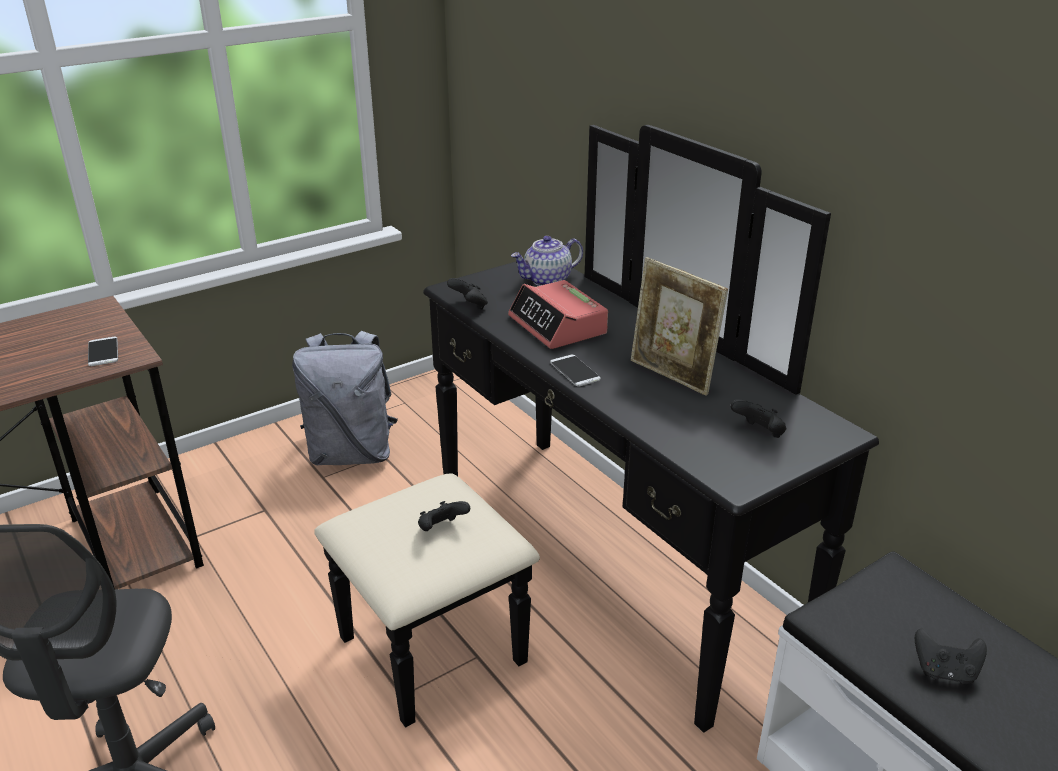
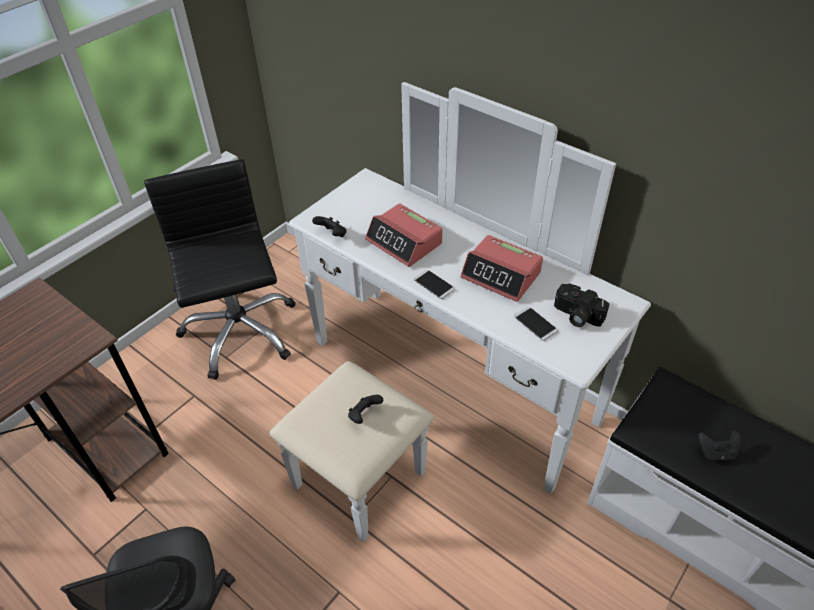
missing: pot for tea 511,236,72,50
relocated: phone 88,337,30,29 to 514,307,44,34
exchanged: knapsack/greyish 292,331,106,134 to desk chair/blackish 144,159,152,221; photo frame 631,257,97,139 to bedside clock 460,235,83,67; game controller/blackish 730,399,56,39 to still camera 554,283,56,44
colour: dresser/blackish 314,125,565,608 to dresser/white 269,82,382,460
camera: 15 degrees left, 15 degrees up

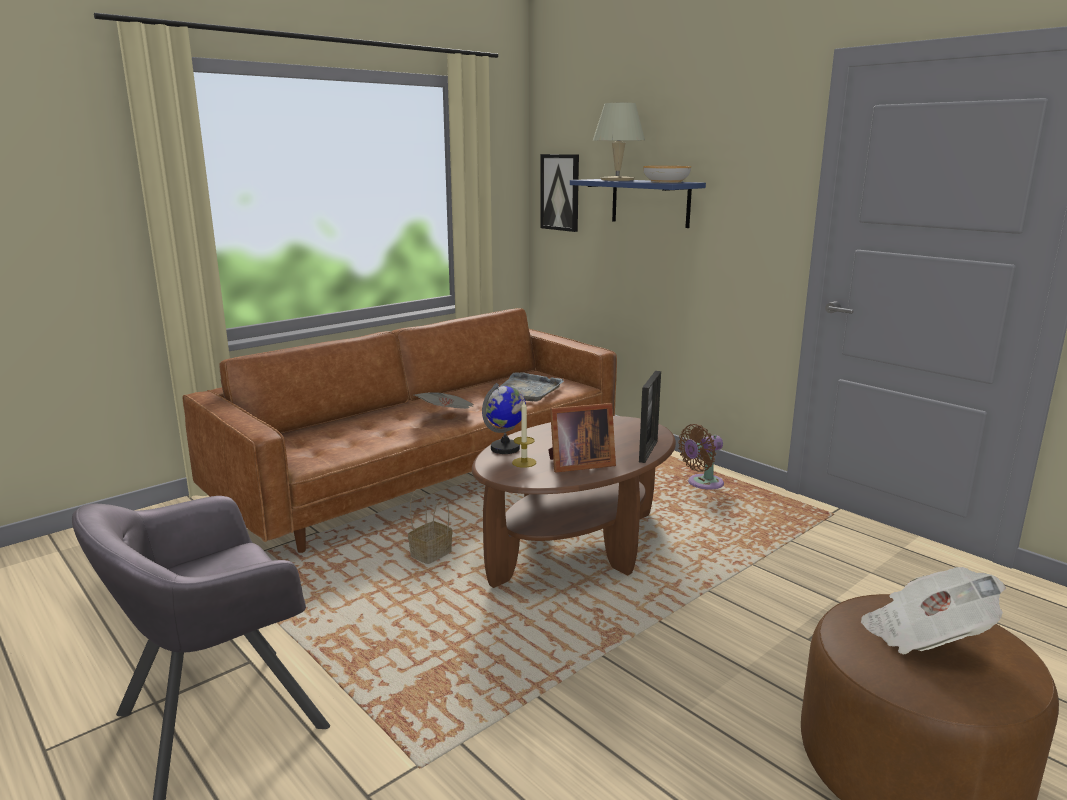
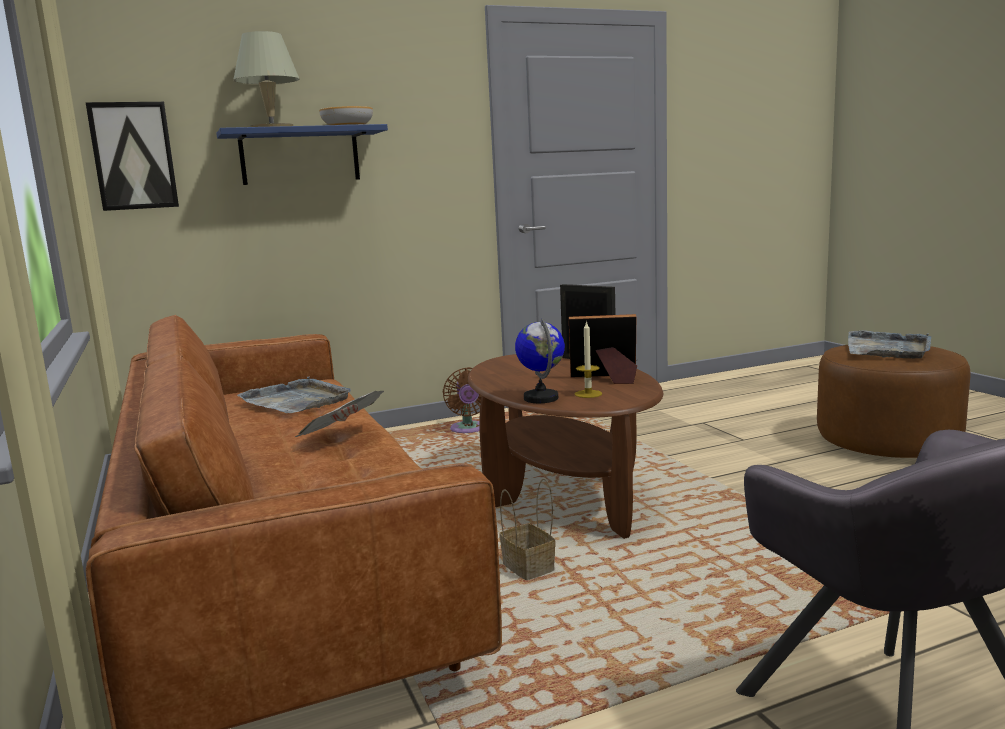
exchanged: daily paper 861,567,145,88 to tray/greyish 848,330,83,28
spun: photo frame 548,403,68,69 = 569,314,68,70 90 degrees counterclockwise
camera: 70 degrees left, 5 degrees down

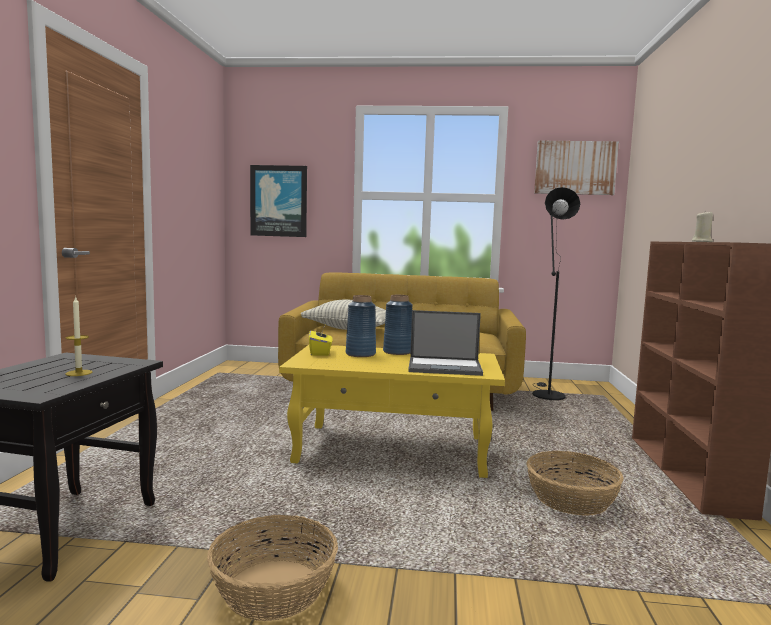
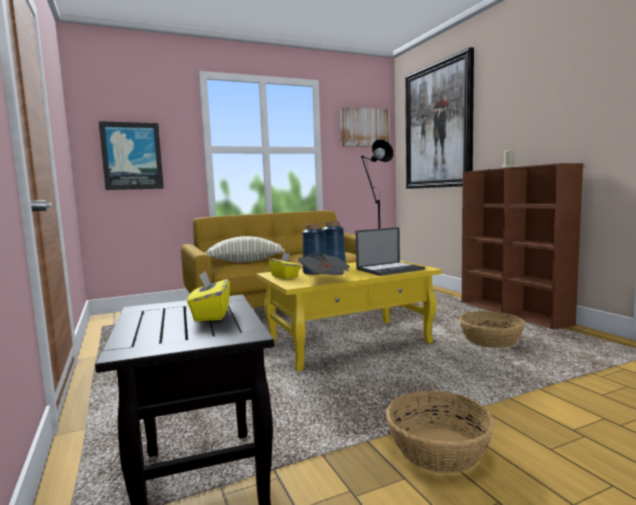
appeared: daily paper 297,254,53,21; wall art 405,47,69,142
exchanged: wax candle 65,296,28,80 to box of tissues/yellow 187,271,43,50
camera: 30 degrees left, 0 degrees up

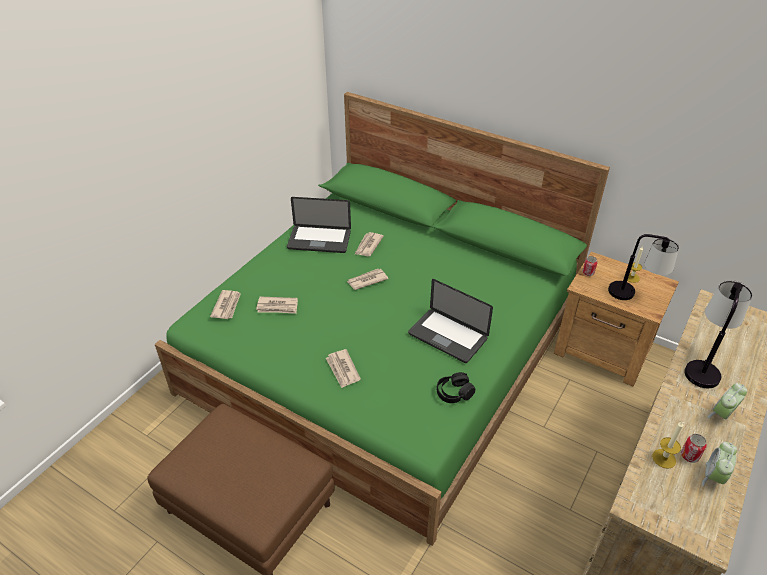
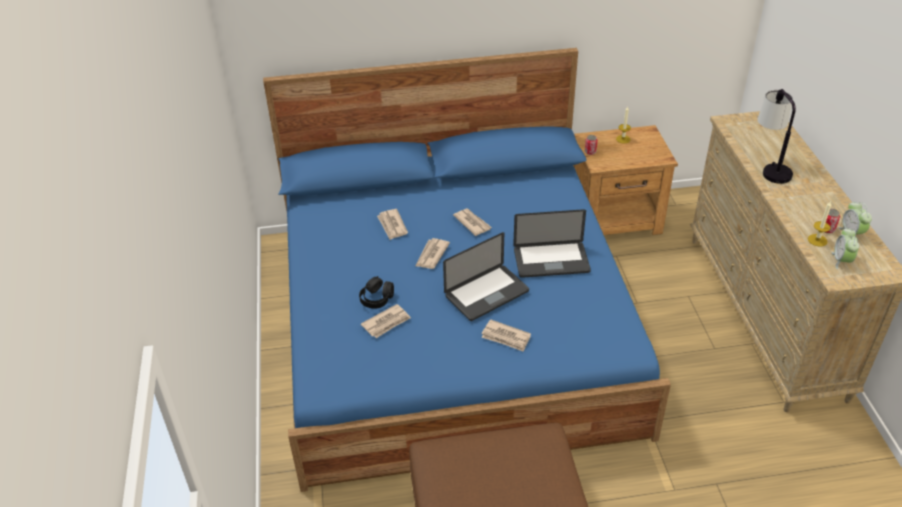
missing: lamp for a table 608,234,71,66
relocated: daily paper 210,290,31,29 to 453,208,39,28; laptop 287,197,64,56 to 443,232,86,89; headset/blackish 437,372,38,31 to 359,276,35,33; bedside clock 707,383,40,36 to 832,228,27,41
colour: bed/green 155,92,455,454 to bed/blue 263,48,408,444
camera: 40 degrees left, 0 degrees up

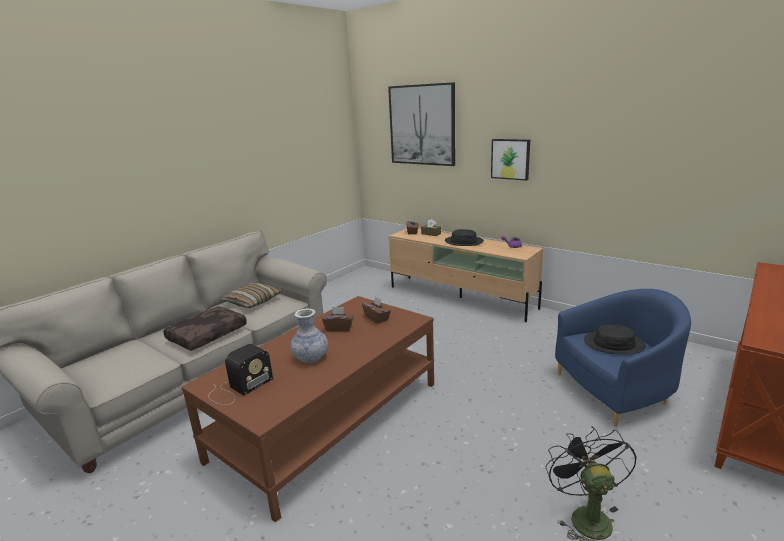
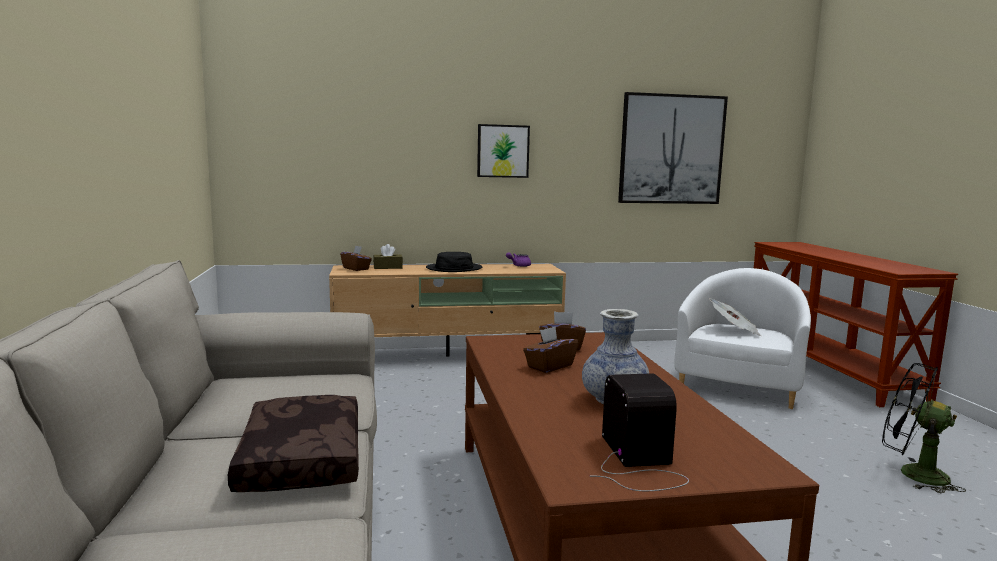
missing: cushion 221,283,61,25
relocated: wall art 388,82,67,84 to 618,92,110,112
exchanged: hat/blackish 584,324,62,30 to daily paper 709,298,52,38
colour: armchair/blue 555,289,136,138 to armchair/white 674,268,137,141
camera: 50 degrees left, 10 degrees down

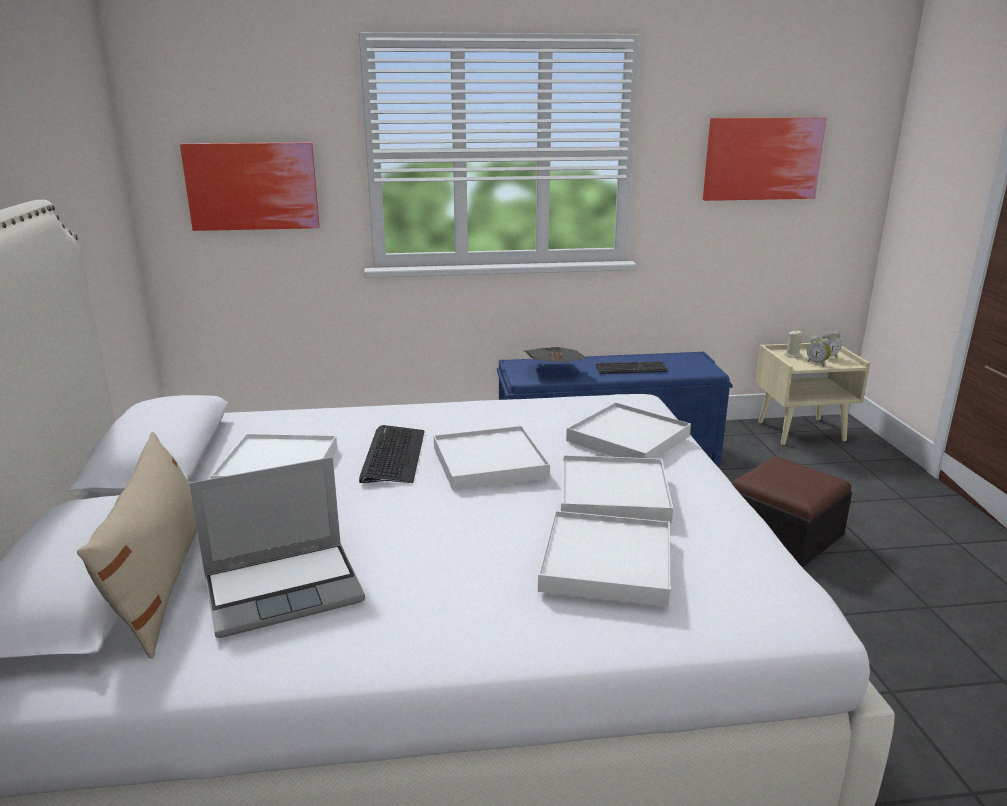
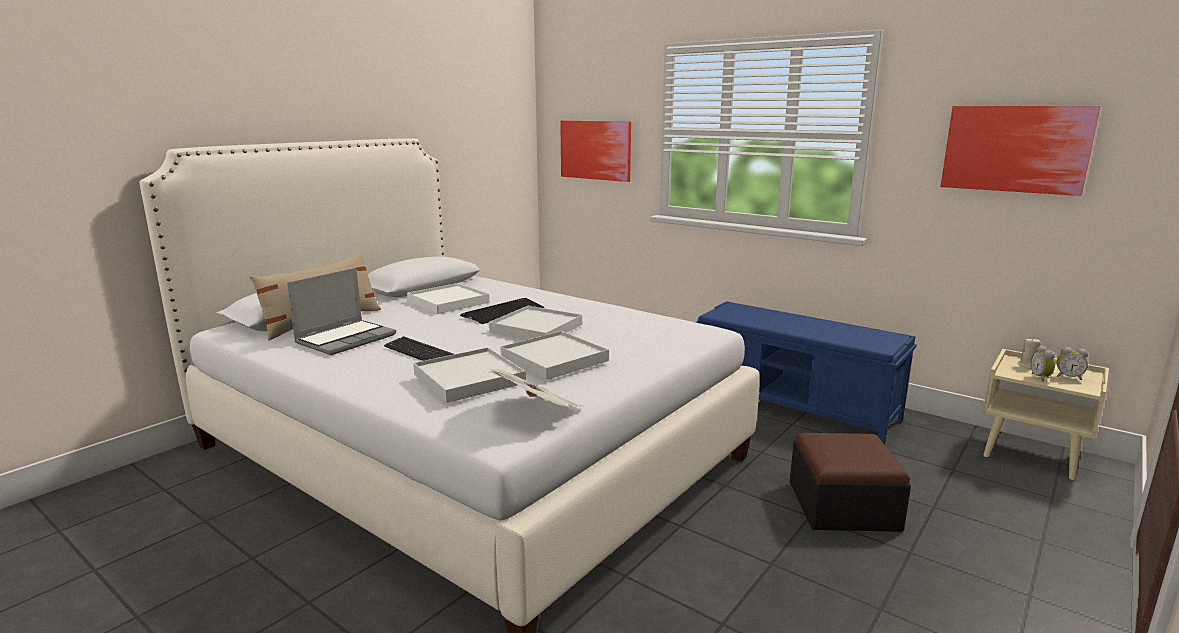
missing: tray/white 566,402,125,57
relocated: daily paper 524,347,62,15 to 489,369,94,39; computer keyboard 595,361,73,13 to 384,336,70,25
spun: laptop 189,457,176,181 = 287,268,109,87 75 degrees counterclockwise
camera: 45 degrees right, 5 degrees down

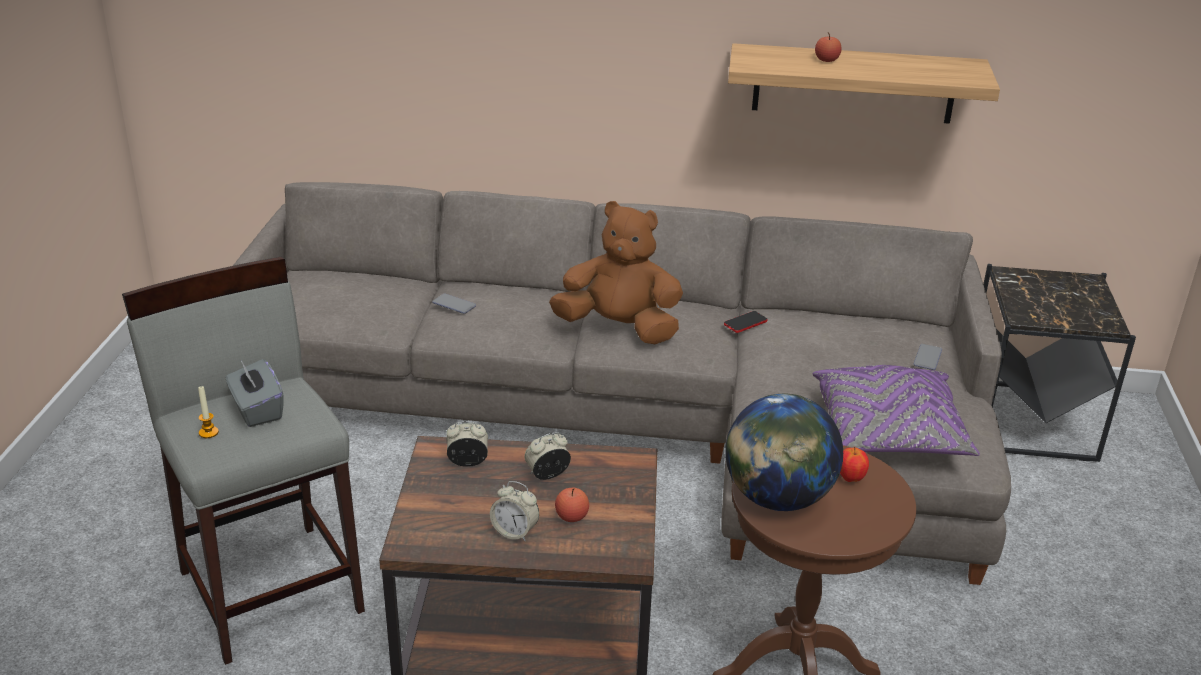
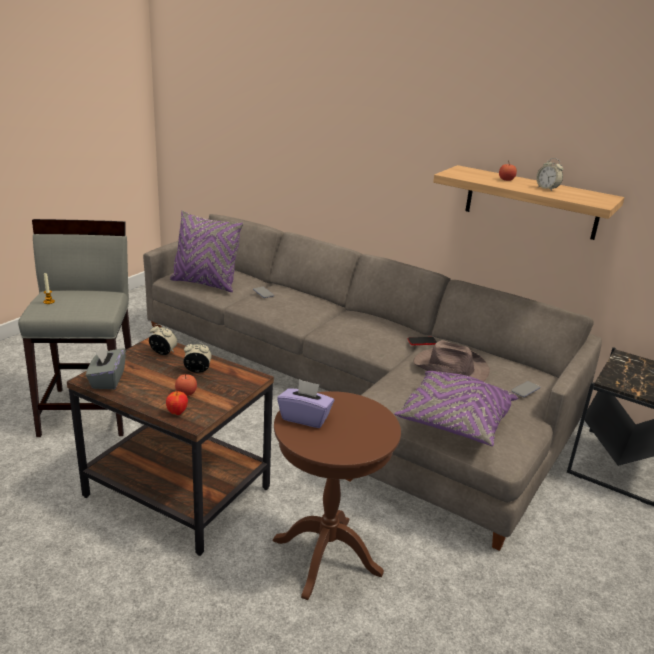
missing: soft toy/brown 549,201,134,143
appeared: cushion/purple 170,210,74,82; hat/brown 413,340,77,42
relocated: box of tissues/greyish 226,359,58,68 to 86,344,40,45; bedside clock 490,481,49,60 to 536,158,27,33; apple fruit 840,447,29,35 to 166,390,22,25
exchanged: globe 726,394,117,117 to box of tissues/purple 277,379,57,49
camera: 25 degrees right, 5 degrees down

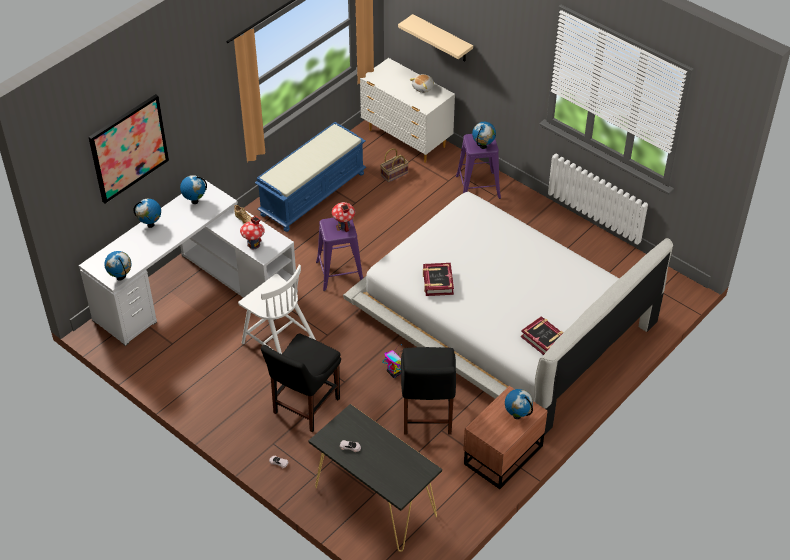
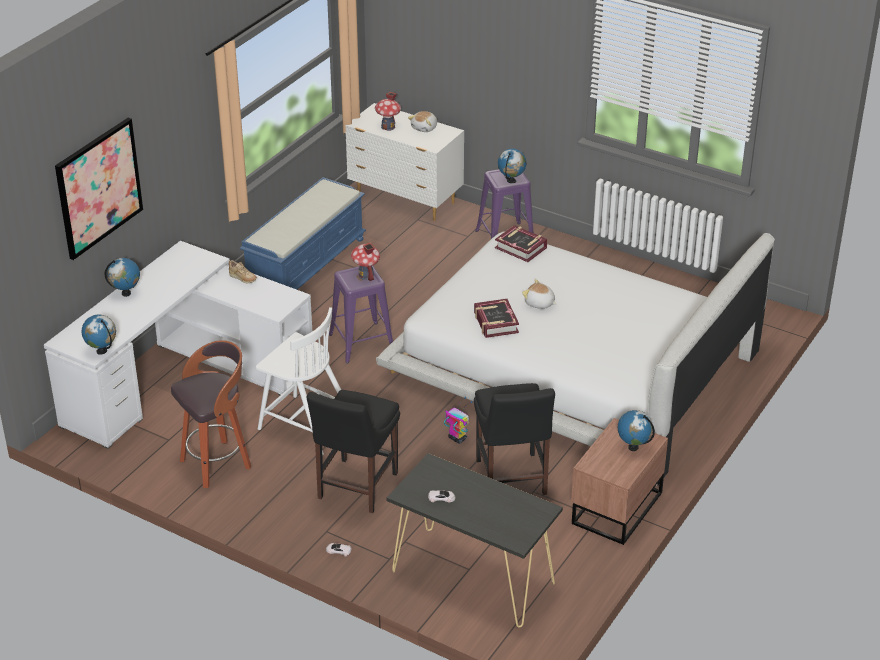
missing: globe 180,175,27,29; storage basket 380,148,29,34; shelf/beige-coloured 398,14,75,47
appeared: stool 171,340,80,148; soft toy 522,279,34,30
relocated: miniature house 240,216,25,33 to 375,92,26,39; bound book 521,316,42,39 to 495,225,52,37
camera: 10 degrees left, 10 degrees down

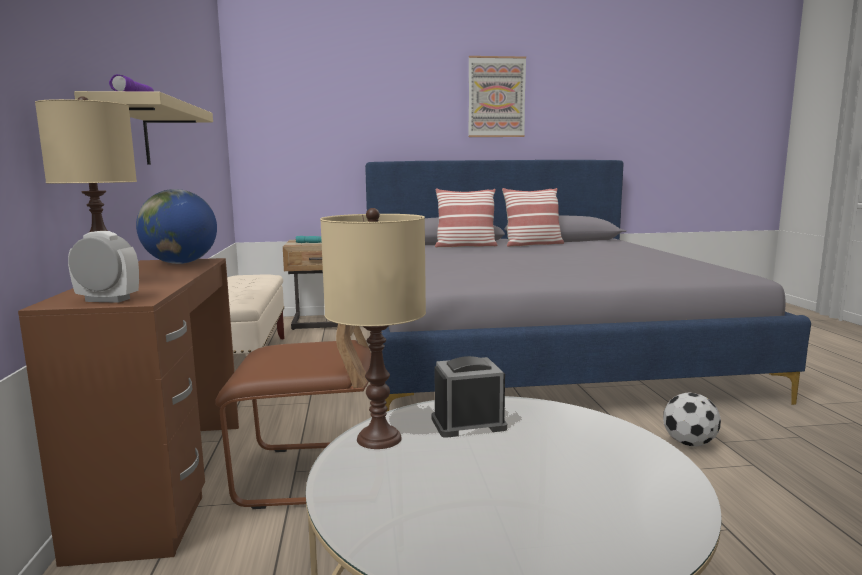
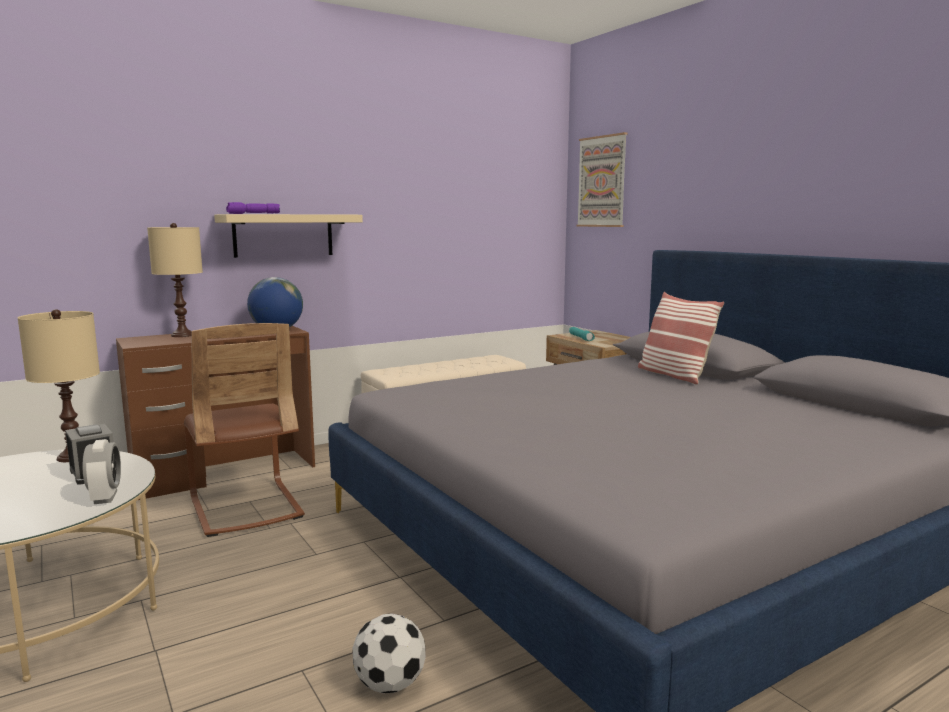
missing: cushion 502,188,62,59
relocated: bedside clock 68,231,71,72 to 83,439,38,65; wall art 468,56,58,81 to 577,132,51,95
camera: 65 degrees right, 0 degrees up

